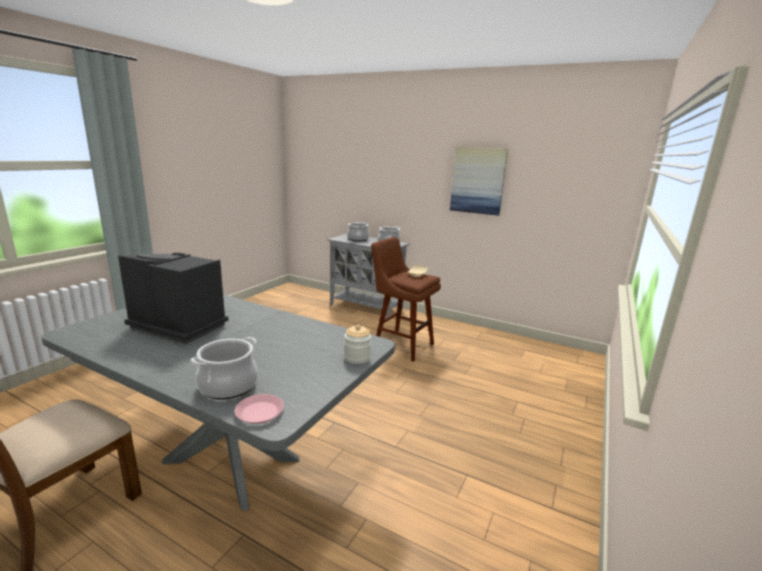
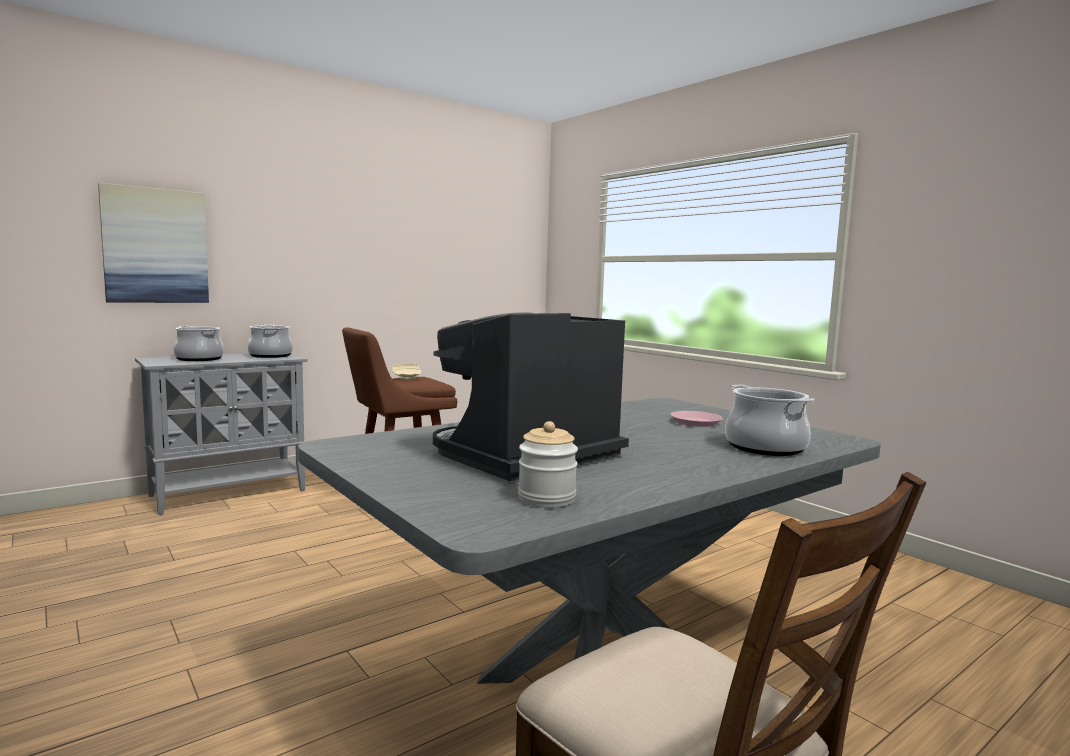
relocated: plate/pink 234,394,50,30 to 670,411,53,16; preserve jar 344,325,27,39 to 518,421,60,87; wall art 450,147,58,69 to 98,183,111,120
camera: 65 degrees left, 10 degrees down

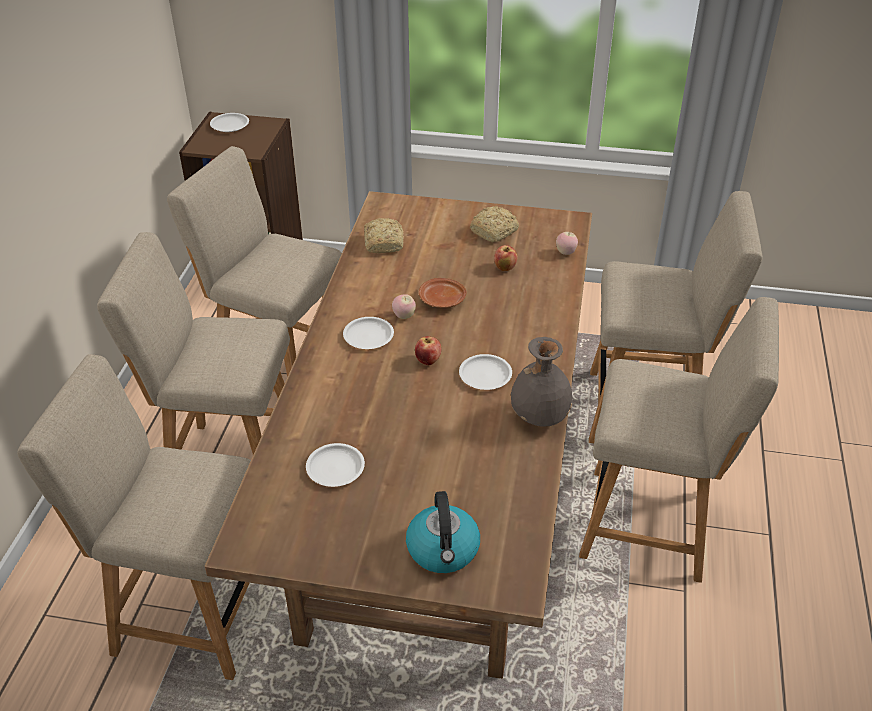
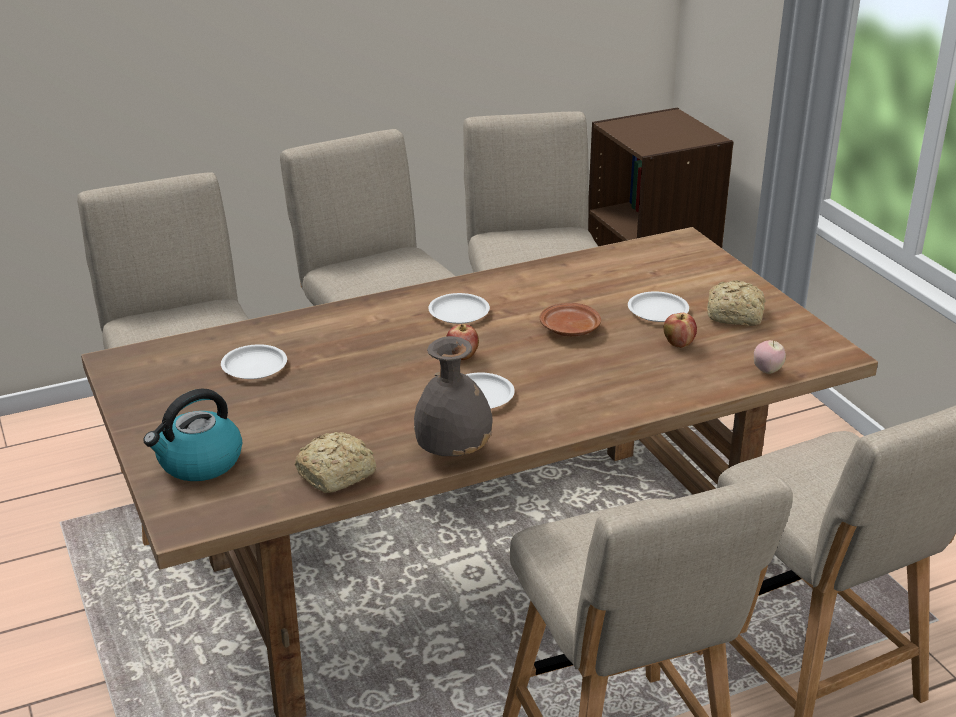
missing: apple fruit 392,294,24,25
relocated: plate/white 210,113,39,19 to 628,291,61,31; bakery bread 364,218,40,35 to 295,432,81,61
camera: 55 degrees right, 10 degrees down

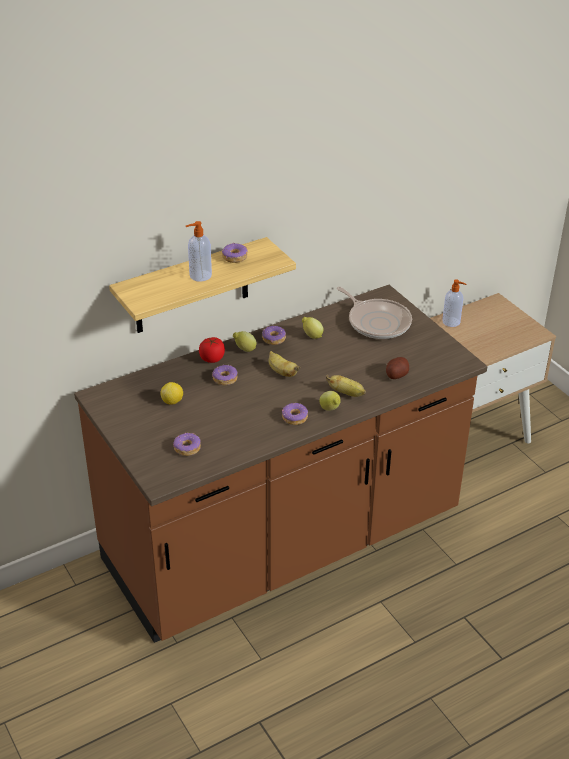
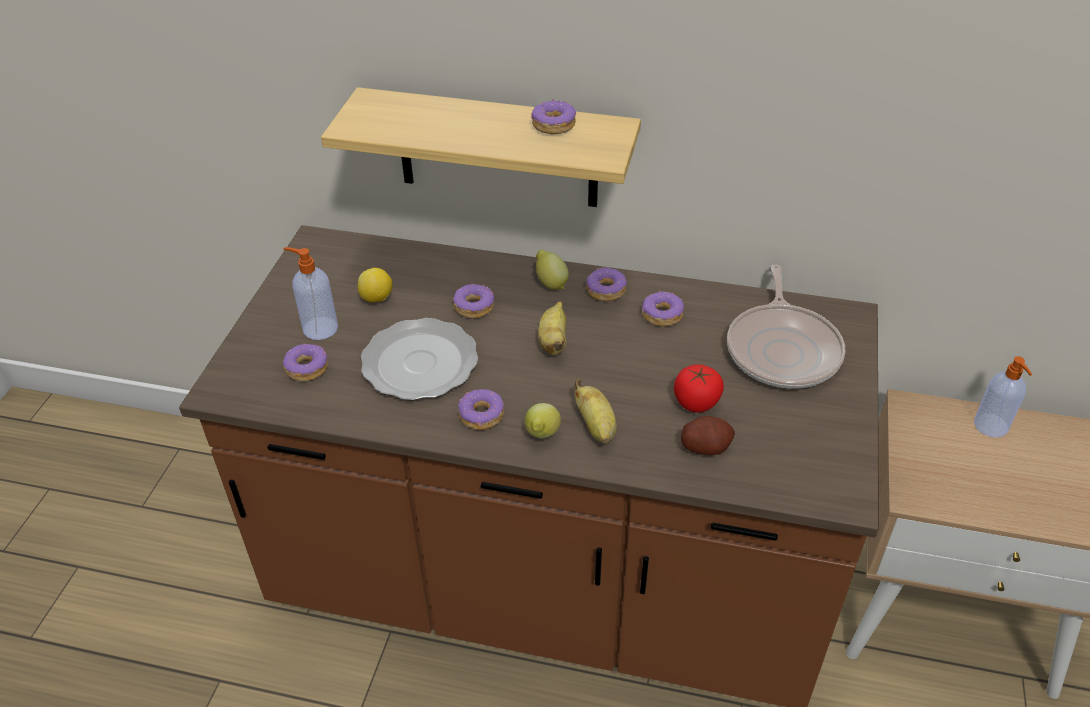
appeared: plate 361,318,117,82
relocated: soap bottle 186,221,26,61 to 283,247,55,93; whole tomato 199,337,26,26 to 674,364,50,48
exchanged: lemon 302,317,22,22 to donut 642,291,42,36
camera: 45 degrees right, 5 degrees up

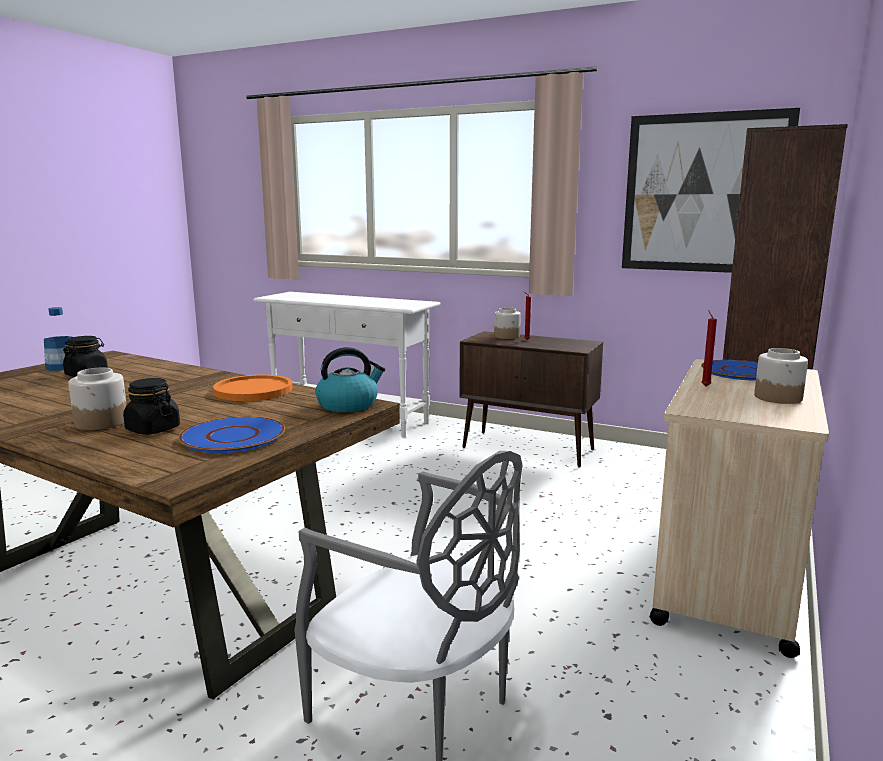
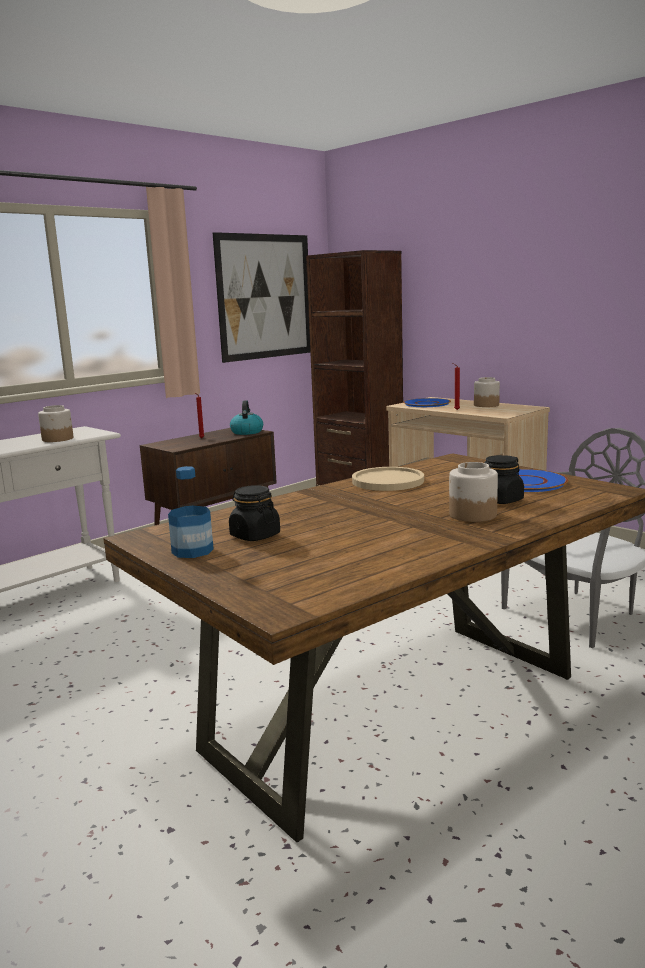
relocated: kettle 316,347,69,65 to 230,400,33,35; preserve jar 494,308,27,31 to 38,405,35,37
colour: plate/orange 213,375,79,26 to plate/beige-coloured 352,467,72,24
camera: 70 degrees left, 0 degrees up

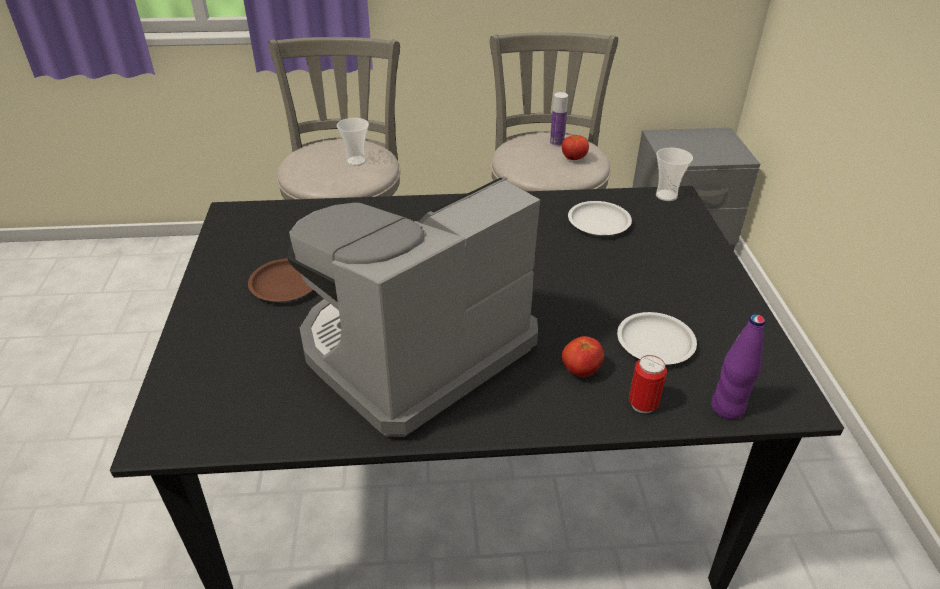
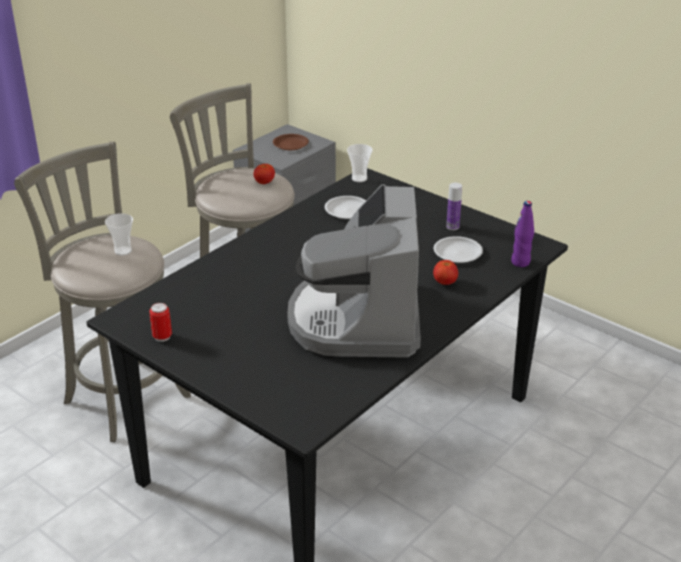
relocated: plate/brown 248,258,65,44 to 273,134,36,16; bottle 550,92,18,55 to 446,183,16,47; metal can 629,355,38,58 to 149,303,23,39
camera: 45 degrees left, 5 degrees down

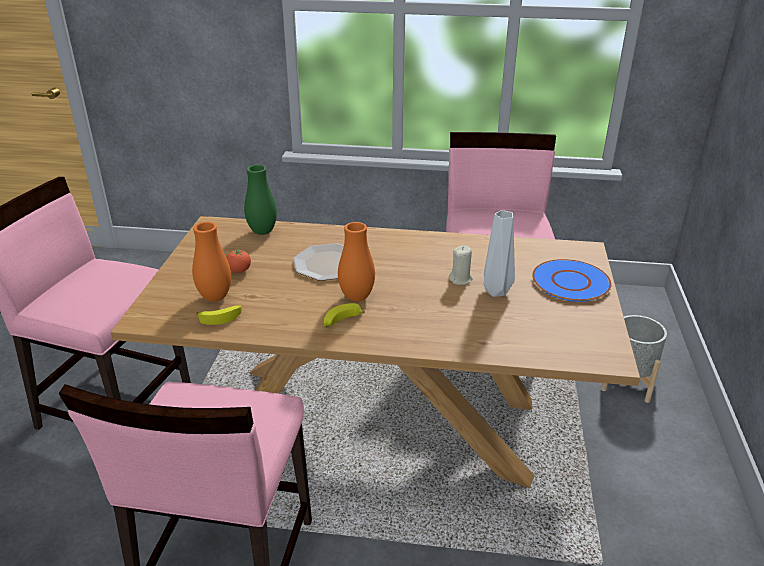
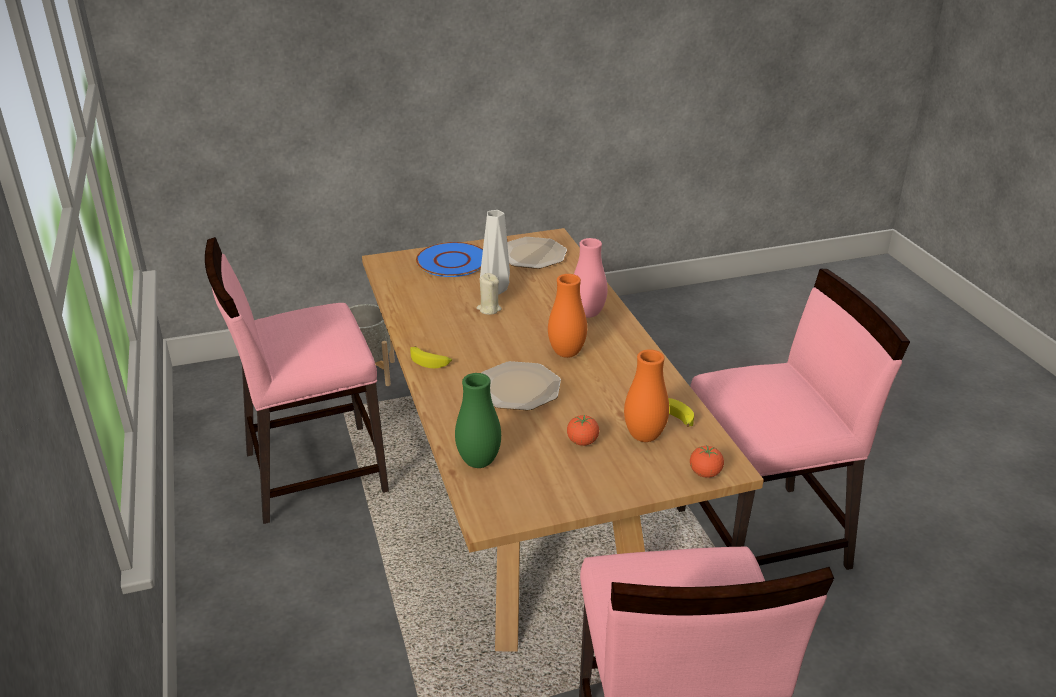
appeared: plate 507,237,60,32; vase/pink 574,238,34,80; whole tomato 690,445,34,33
relocated: banana fruit 324,303,41,25 to 410,346,42,22
camera: 115 degrees left, 0 degrees up

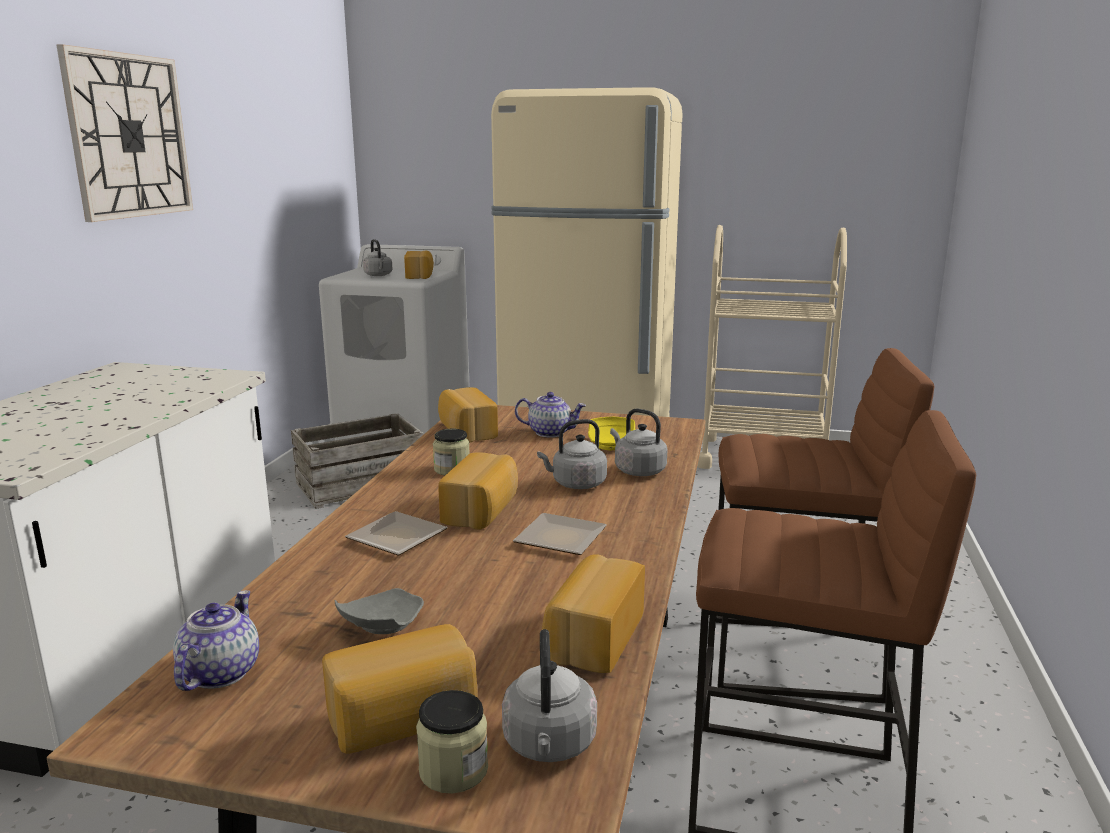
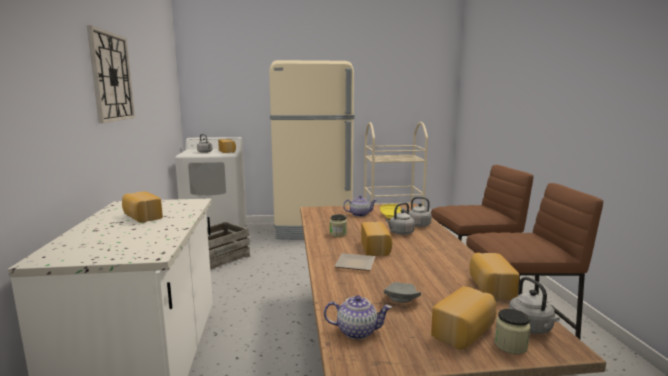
missing: plate 513,513,94,42
relocated: bakery bread 438,387,60,56 to 122,192,41,31
spun: pot for tea 173,590,86,101 = 324,295,68,45 105 degrees clockwise
camera: 20 degrees left, 5 degrees down

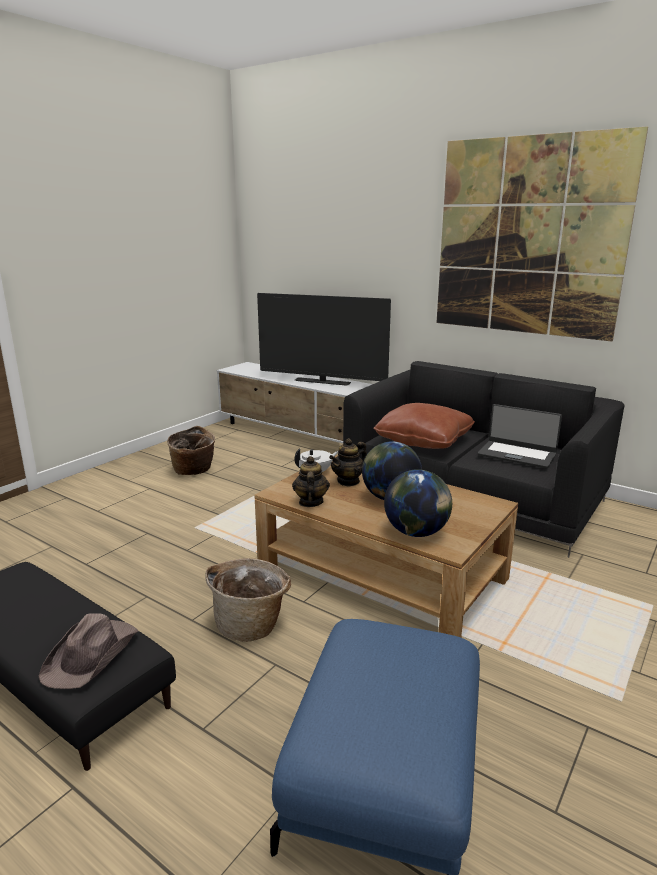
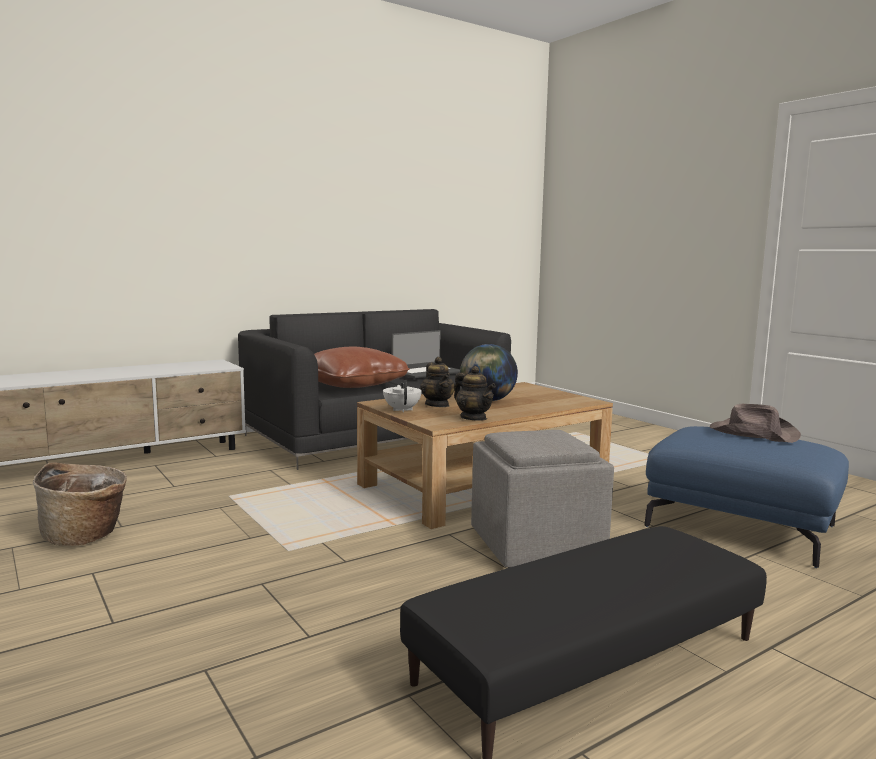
missing: television 257,293,134,92; globe 384,469,68,68; wall art 436,126,212,215
relocated: hat/brown 39,613,99,76 to 710,404,91,39
exchanged: storage basket 205,558,86,84 to footrest/greyish 471,430,143,138
spun: pot for tea 292,456,38,51 = 454,366,42,55 150 degrees counterclockwise
camera: 70 degrees left, 10 degrees down

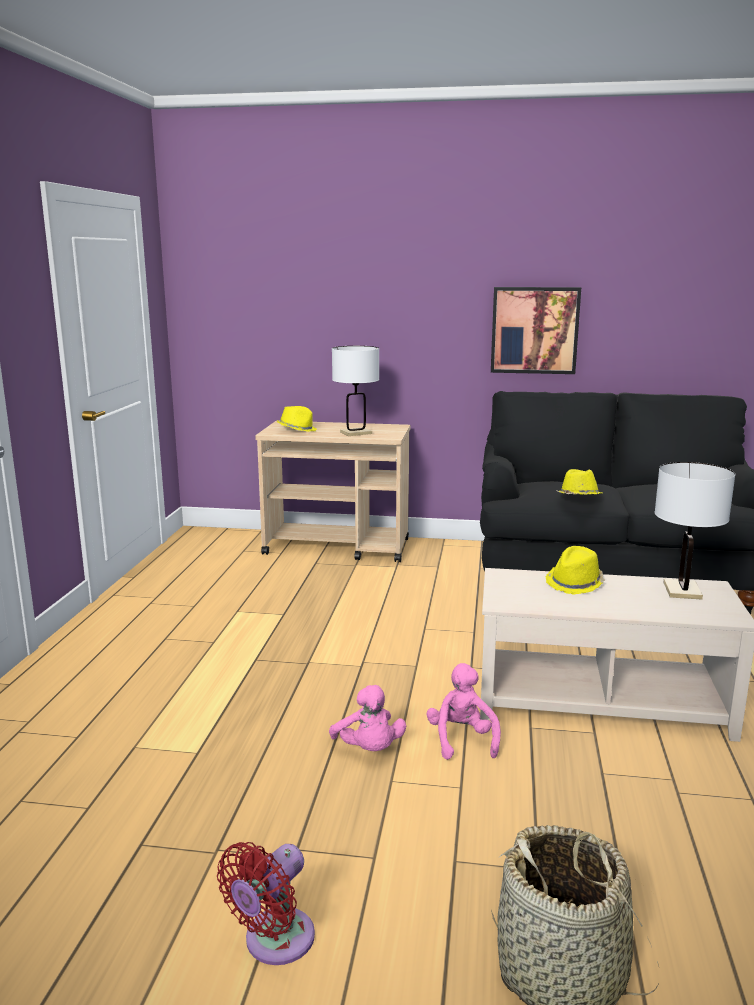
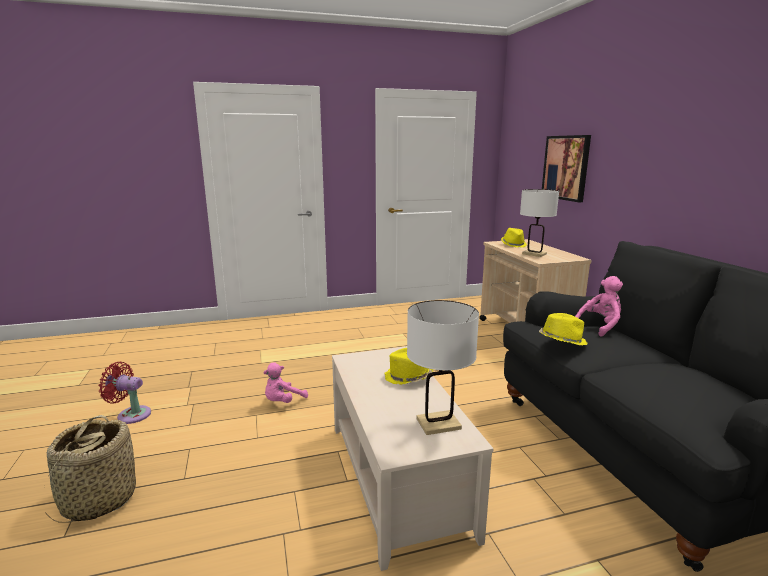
relocated: soft toy/pink 427,663,74,97 to 575,276,48,61; wall art 491,287,90,87 to 542,135,49,67
camera: 65 degrees right, 0 degrees up

